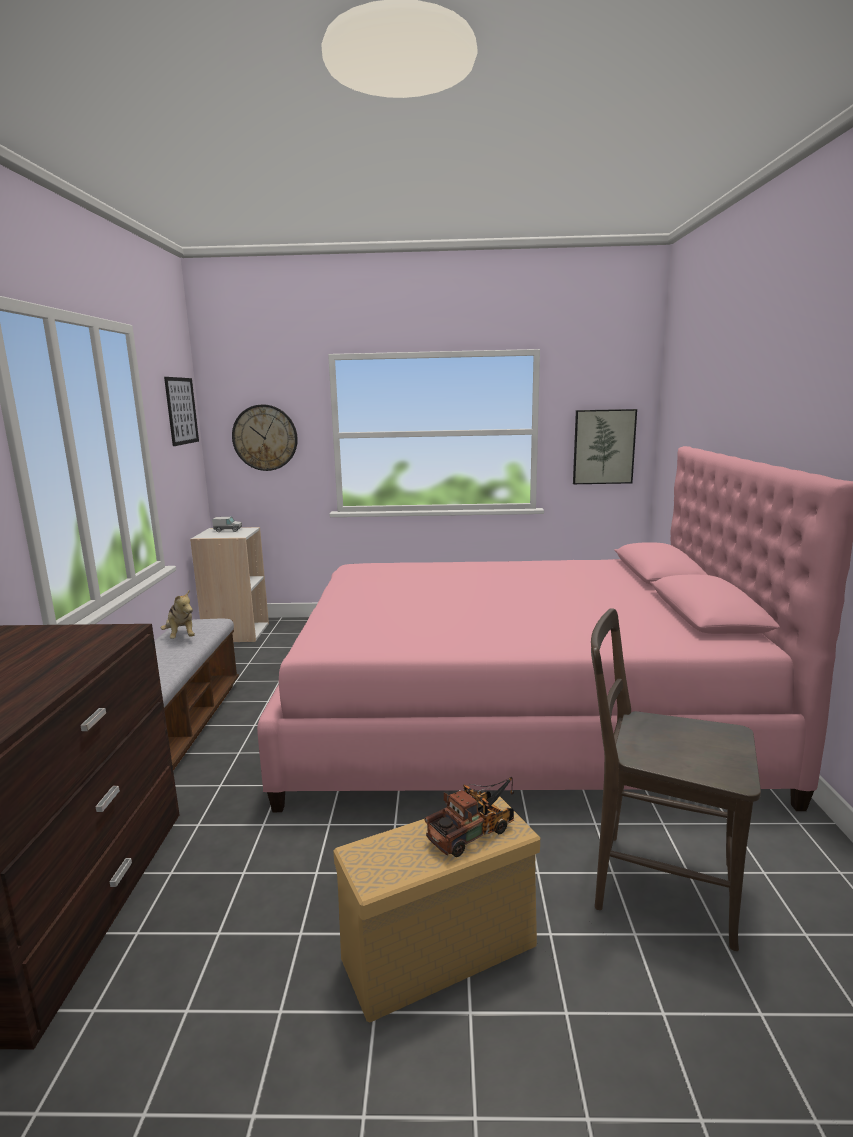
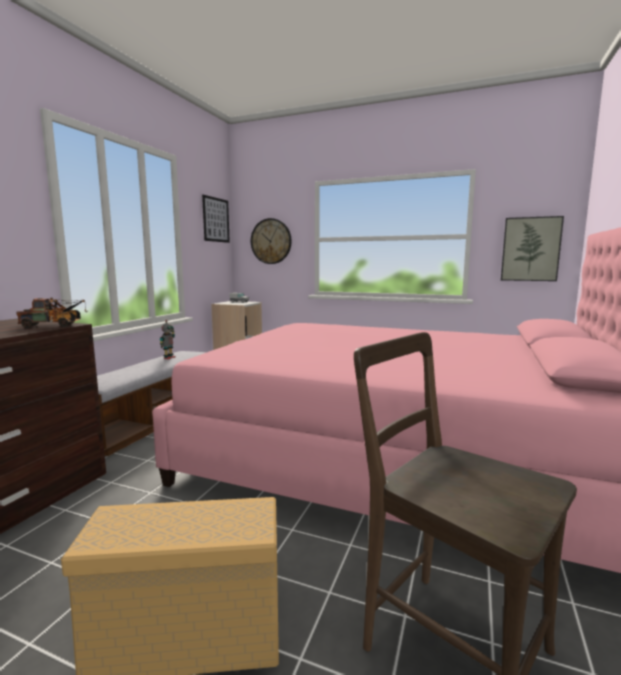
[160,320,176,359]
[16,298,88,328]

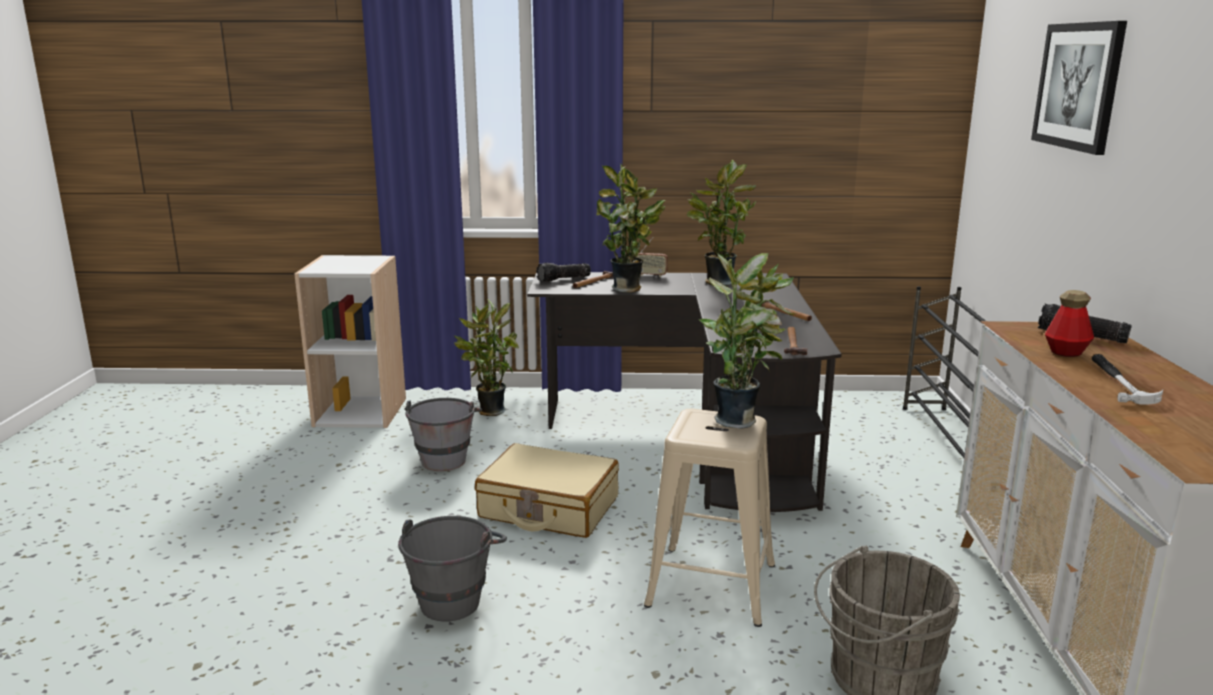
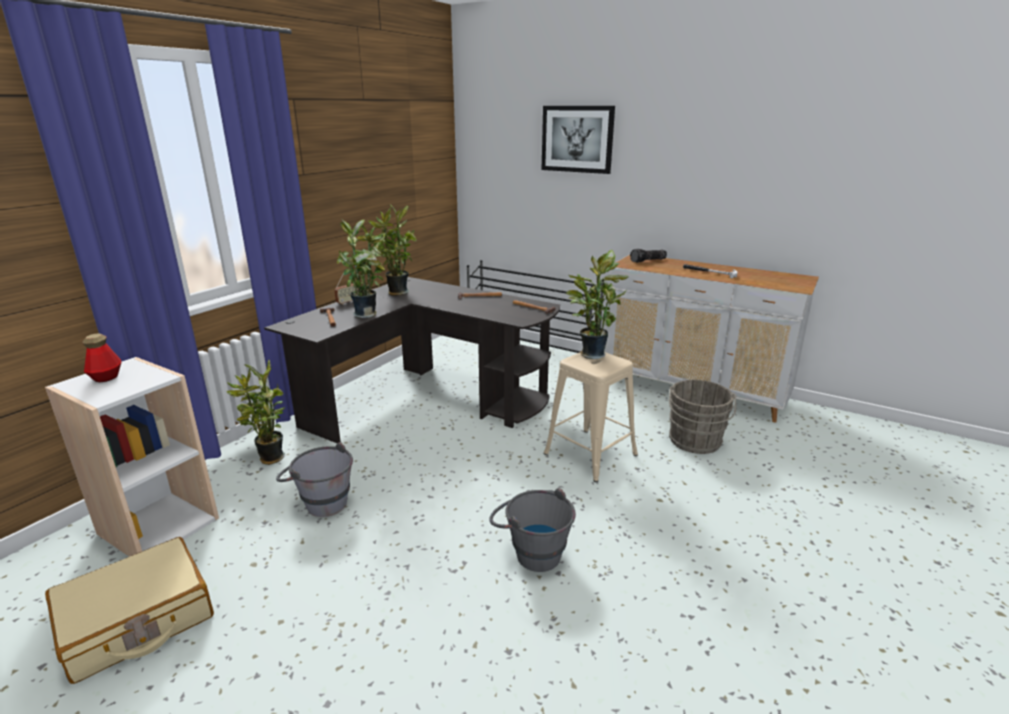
[45,537,214,684]
[536,263,591,282] (first image)
[82,333,121,382]

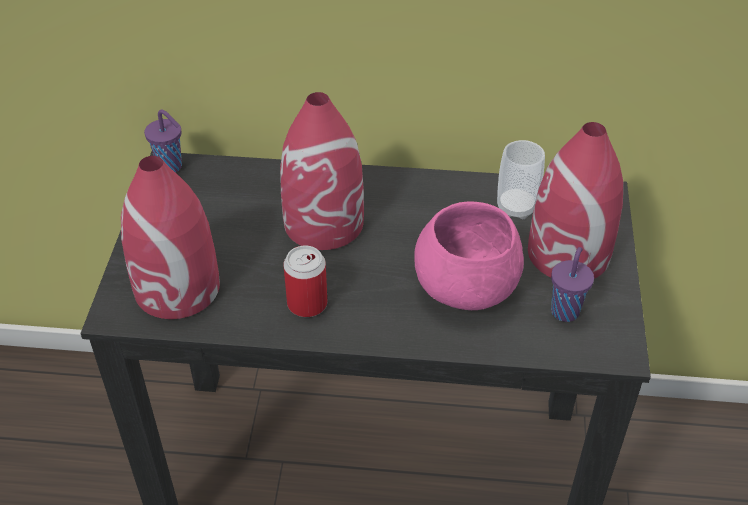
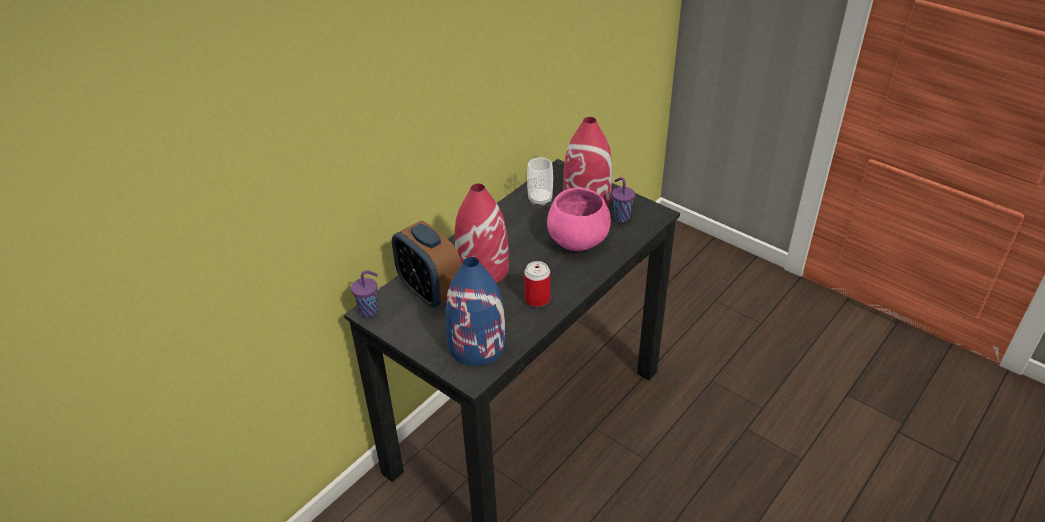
[446,257,506,366]
[392,221,462,308]

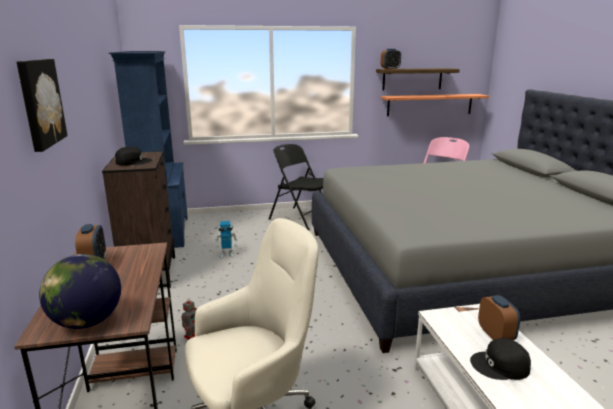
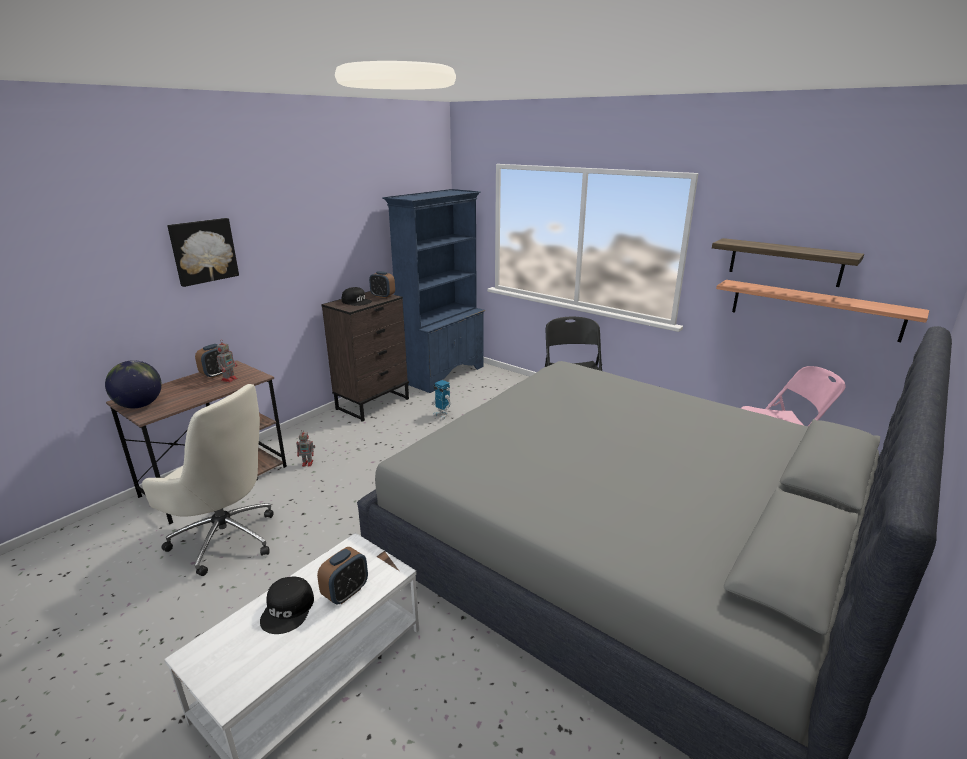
[369,271,395,298]
[260,577,314,634]
[217,339,238,382]

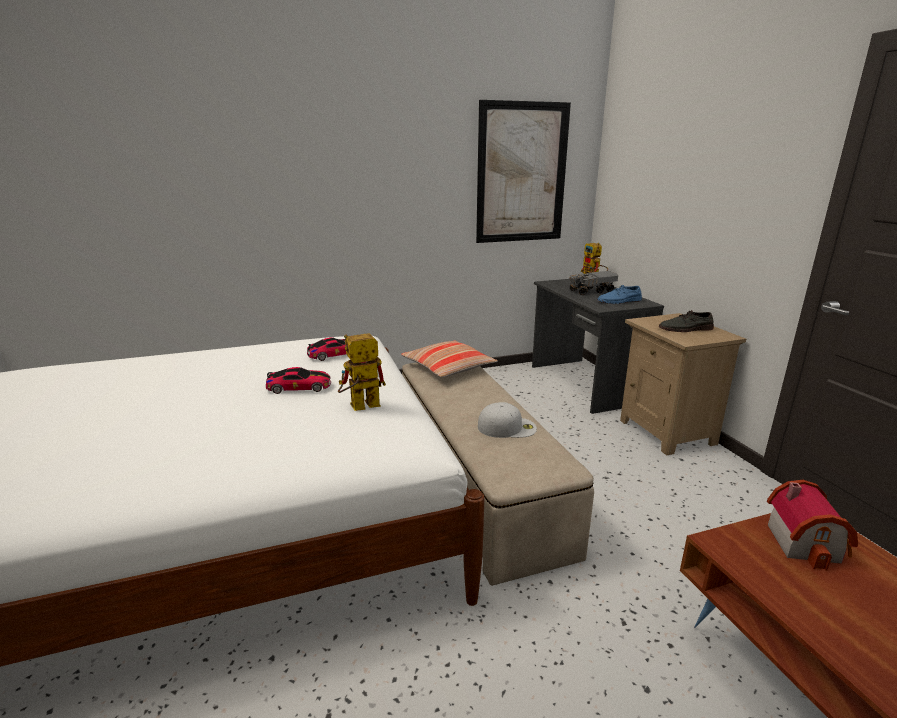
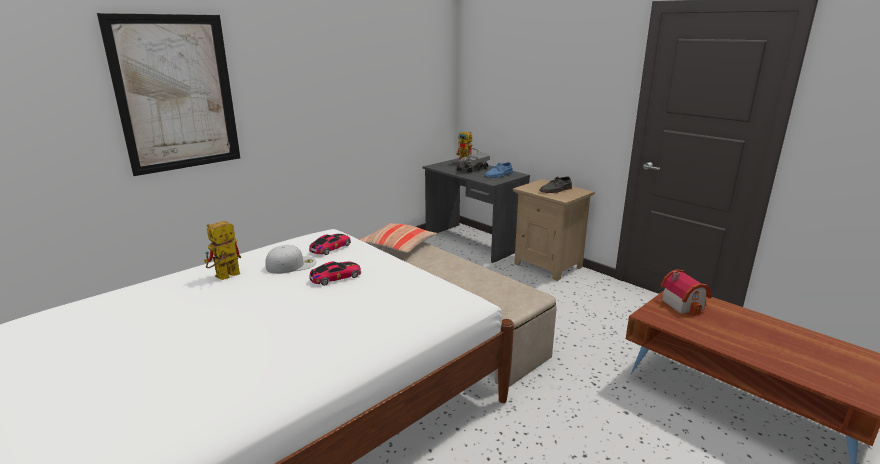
[204,221,241,280]
[97,13,240,176]
[265,245,316,274]

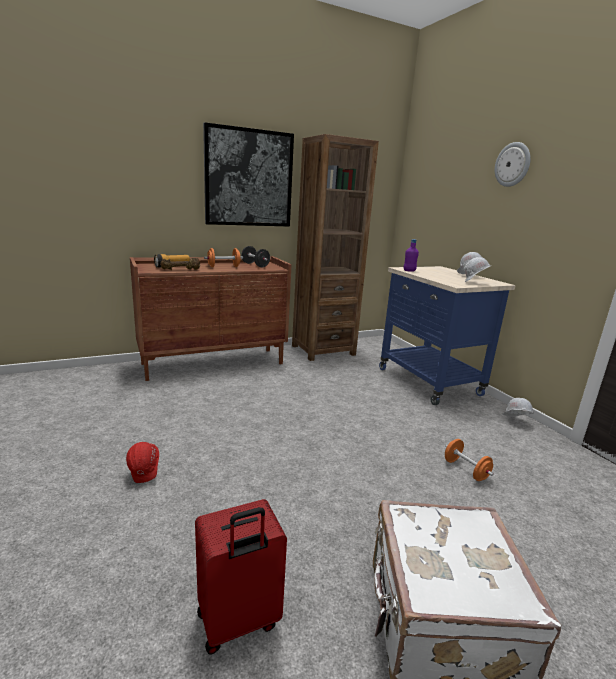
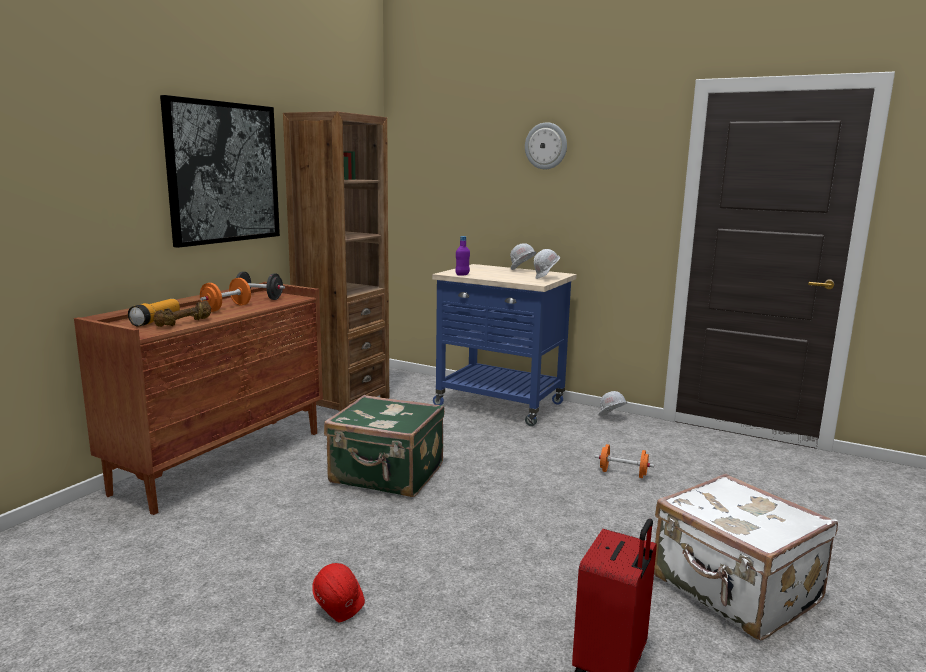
[324,395,445,497]

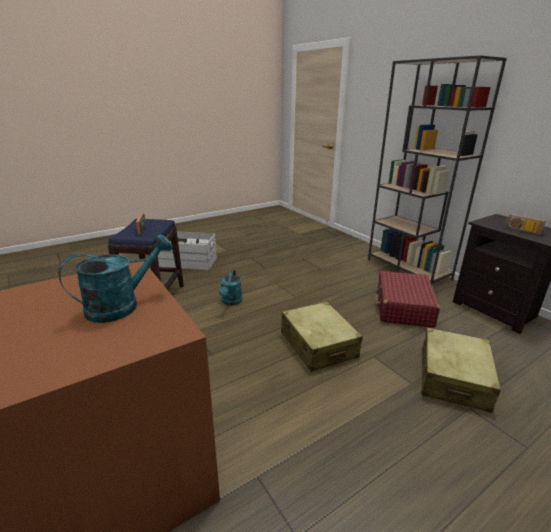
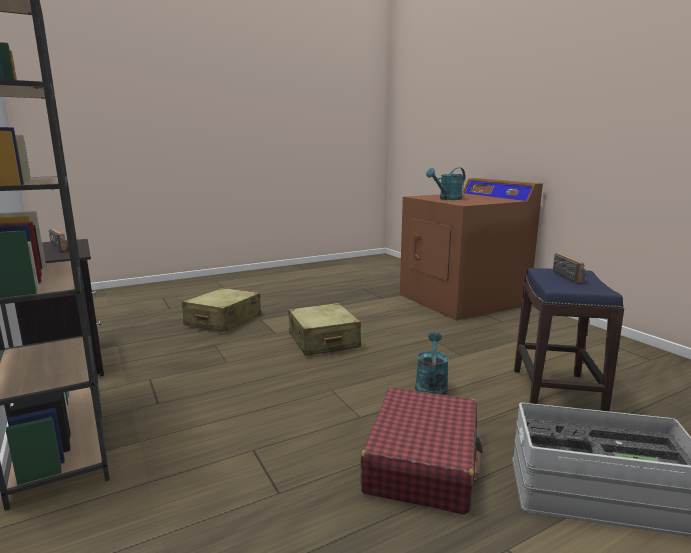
[361,388,483,515]

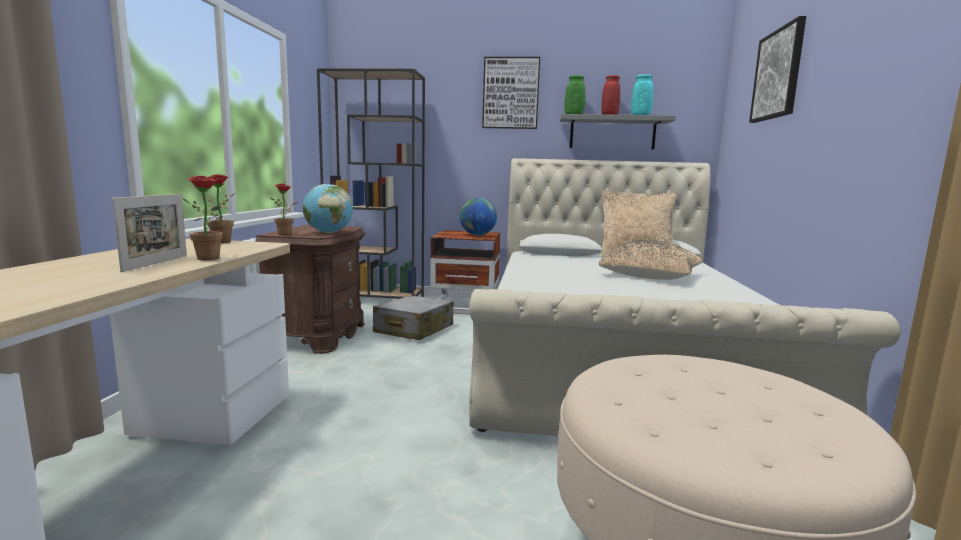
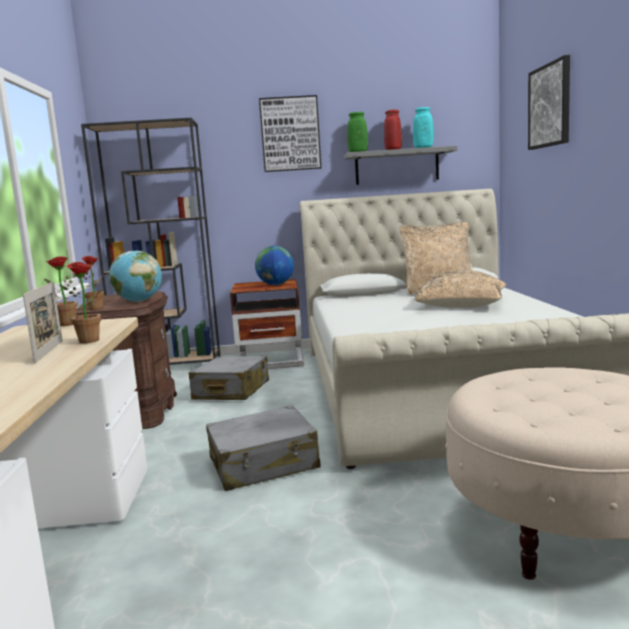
[206,405,321,491]

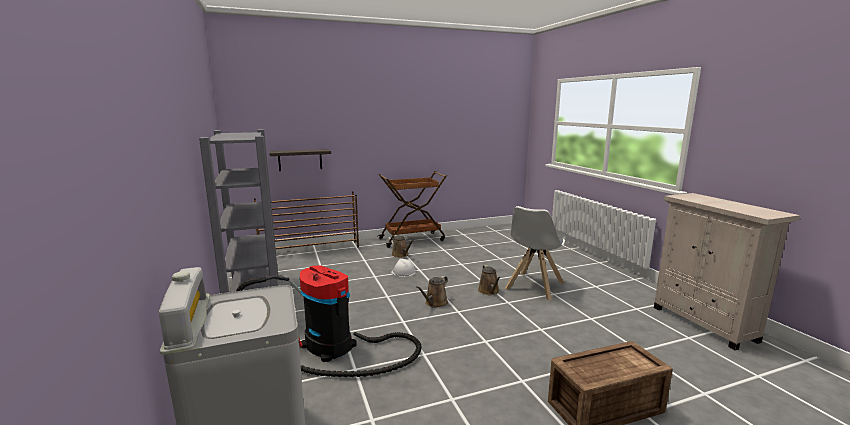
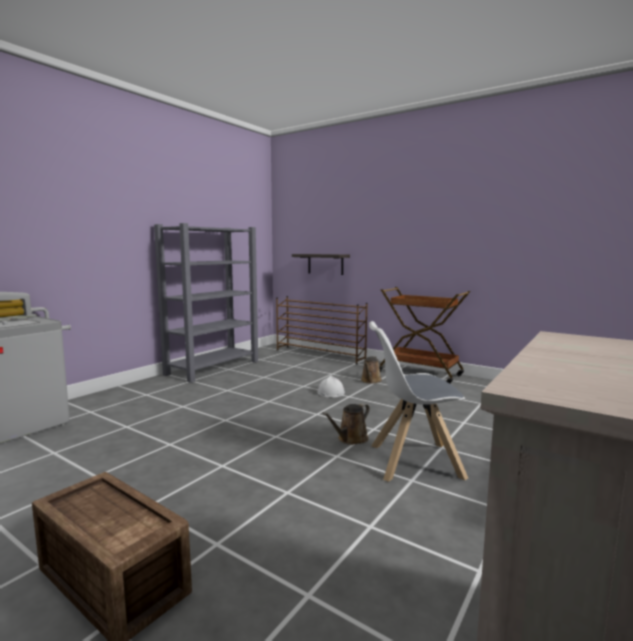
[236,265,421,377] (first image)
[416,276,448,308] (first image)

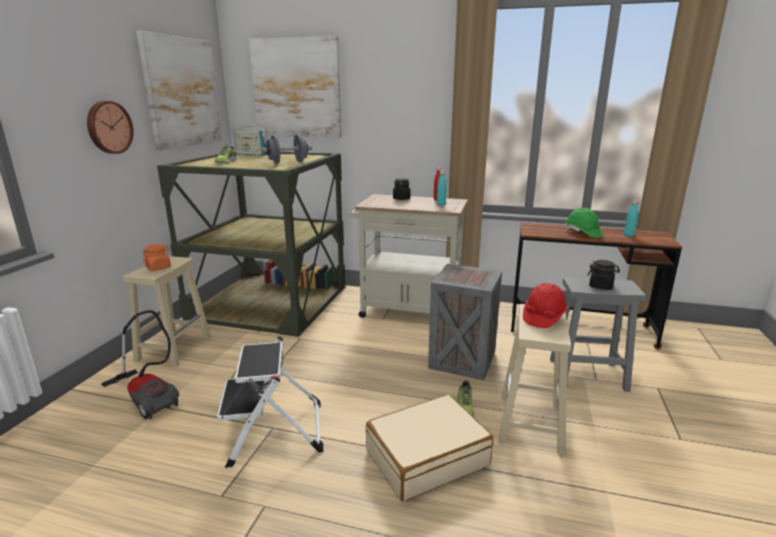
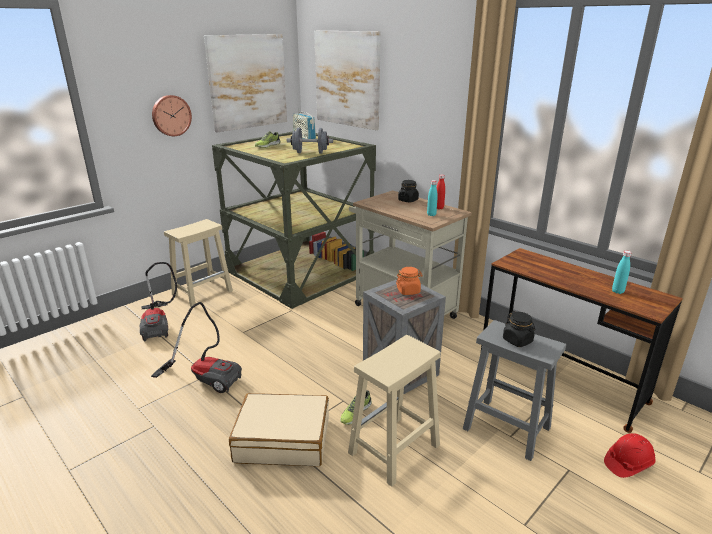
[396,267,423,295]
[151,302,242,393]
[604,433,656,478]
[565,208,603,238] (first image)

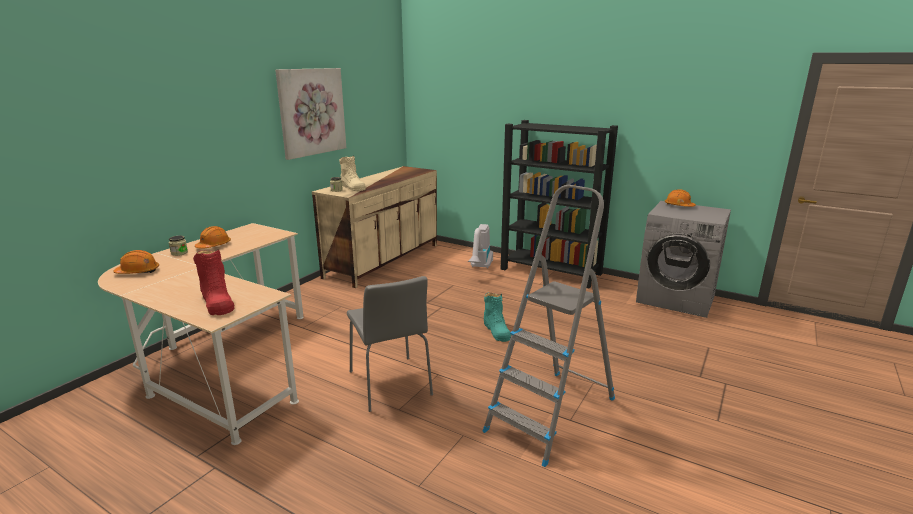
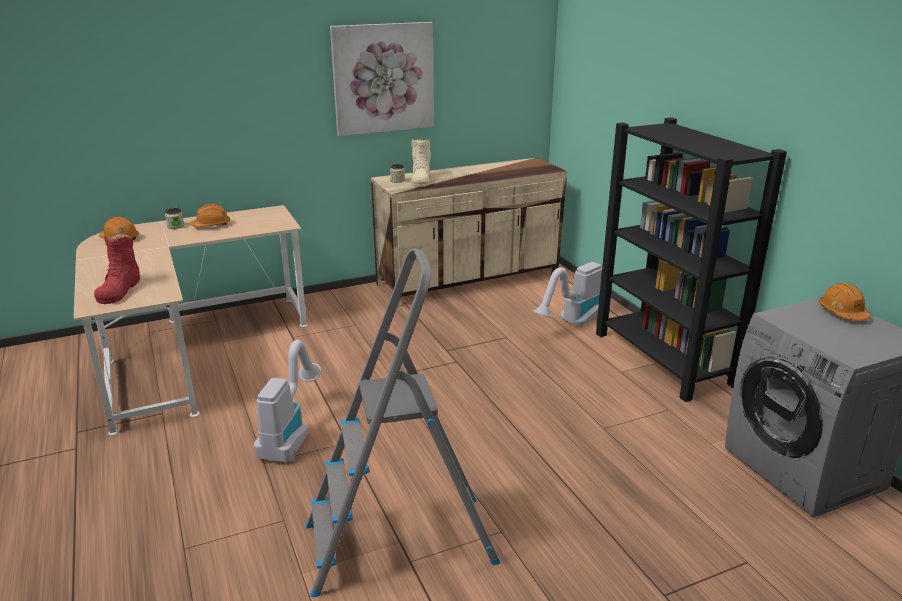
[254,340,321,462]
[484,292,511,342] (first image)

